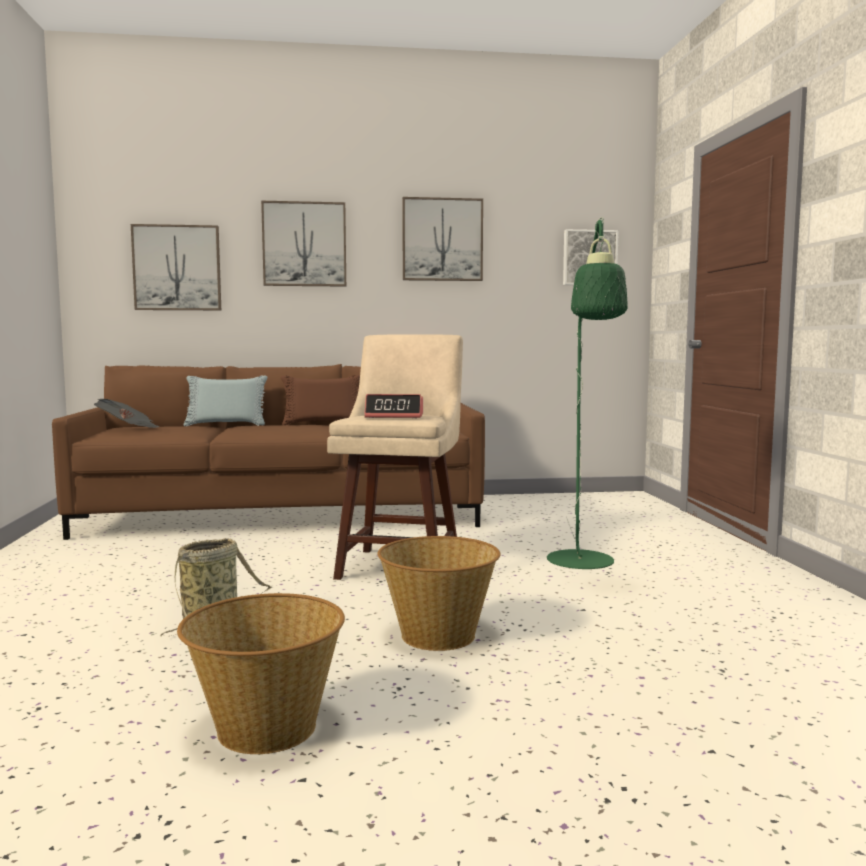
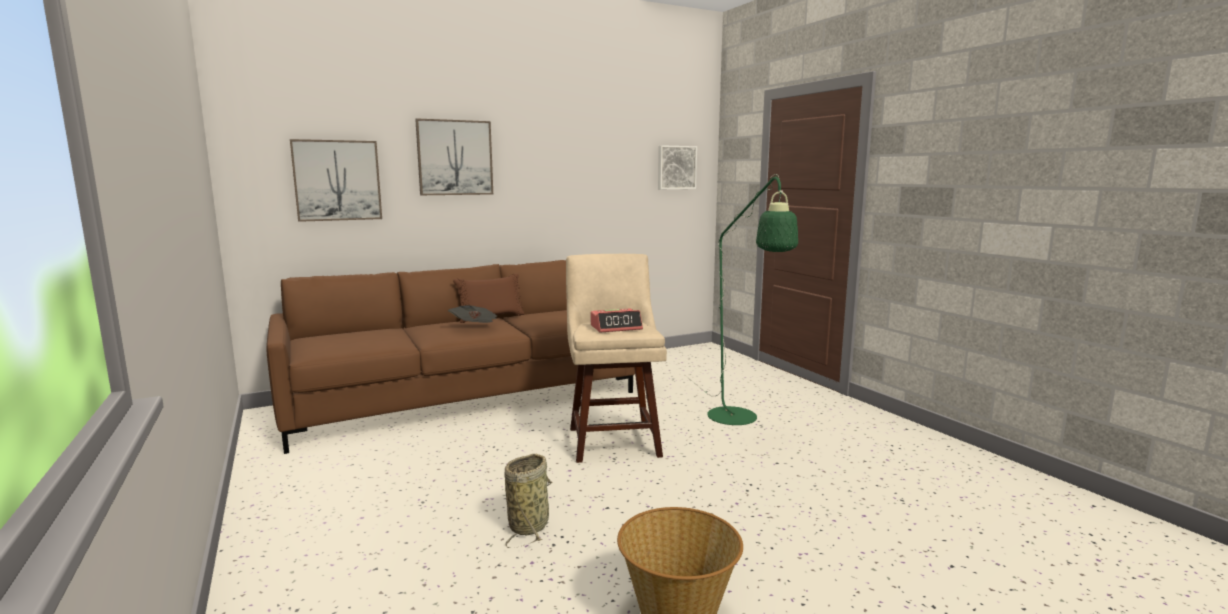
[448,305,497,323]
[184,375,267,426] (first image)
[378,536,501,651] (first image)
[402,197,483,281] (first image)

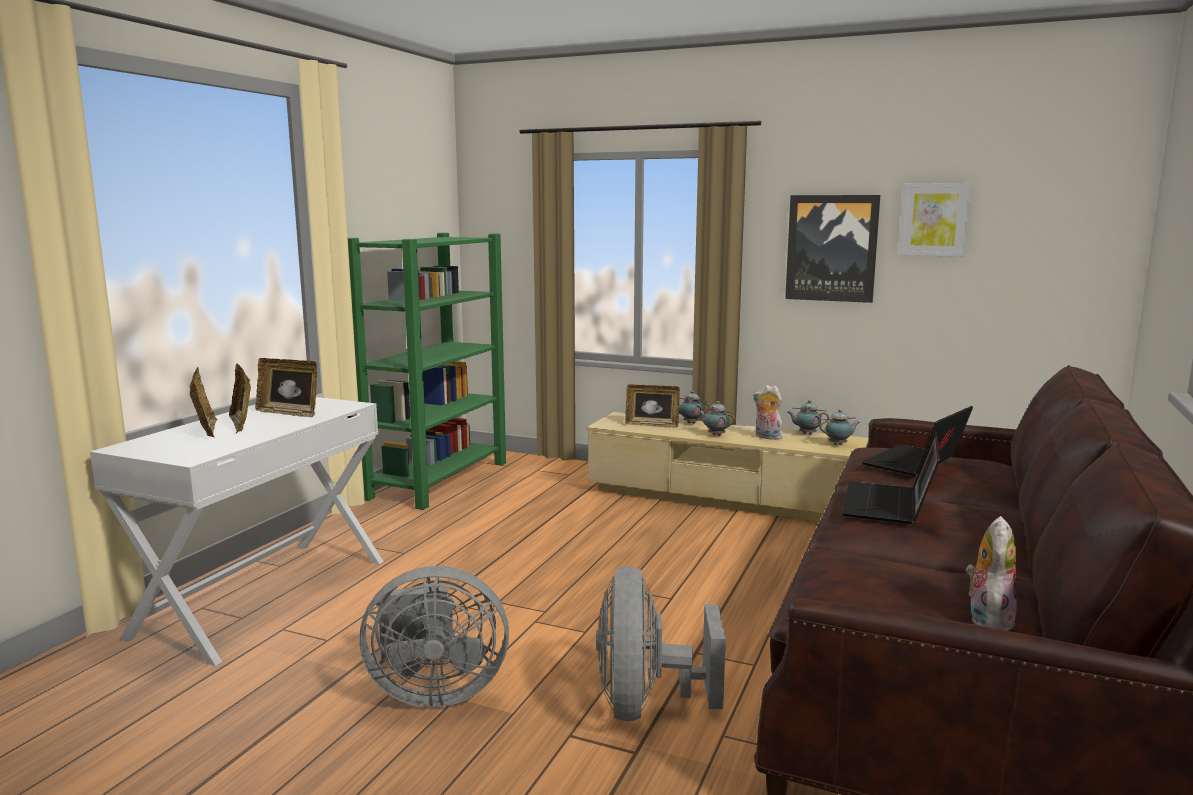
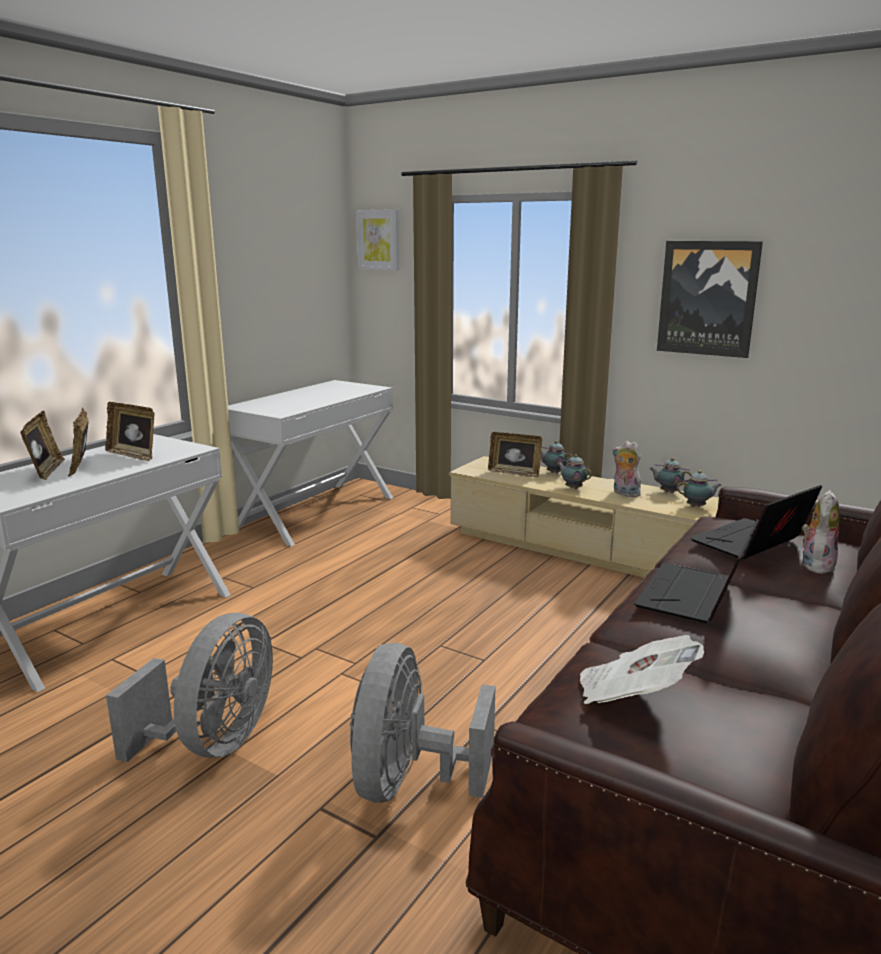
[228,380,393,546]
[106,613,273,762]
[356,209,399,270]
[802,490,840,574]
[580,635,704,704]

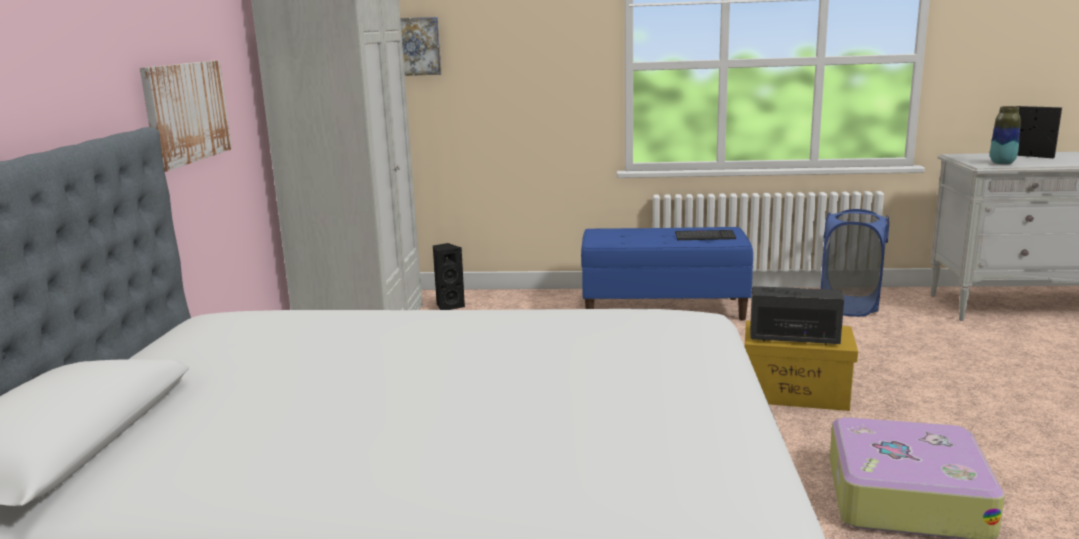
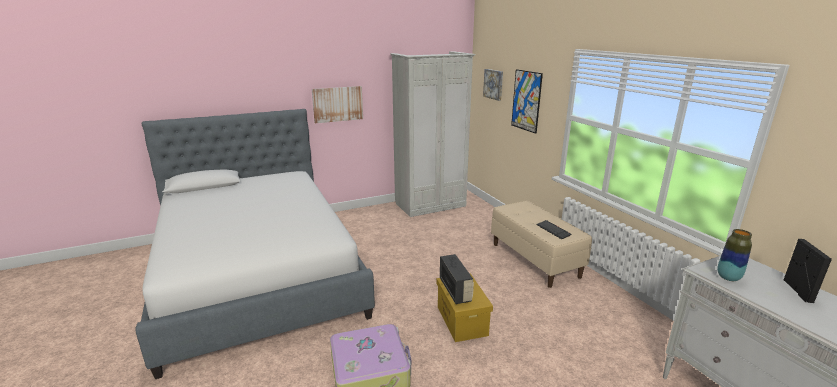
[433,243,465,310] (first image)
[491,201,592,288]
[821,209,889,317] (first image)
[511,69,543,134]

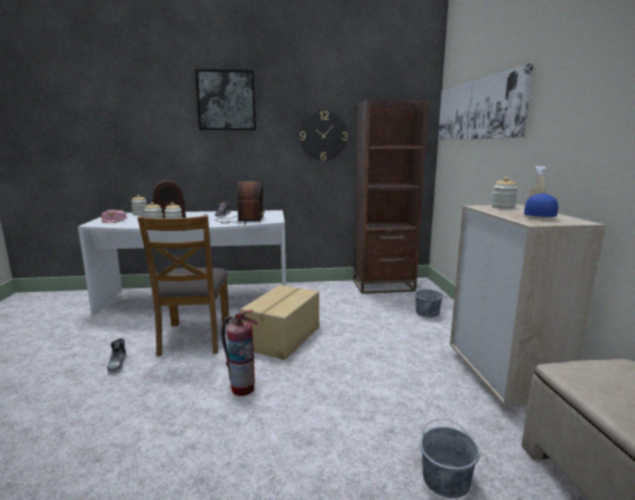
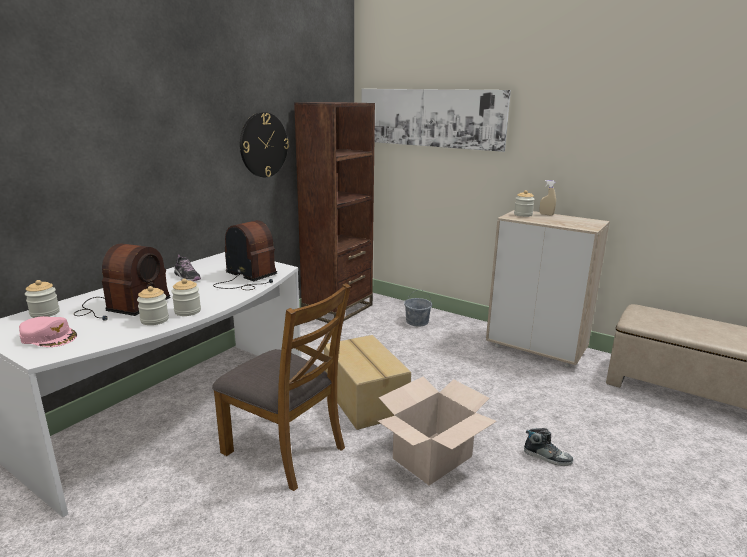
[524,428,573,466]
[195,69,256,130] (first image)
[378,377,497,485]
[420,419,480,498] (first image)
[524,193,558,217] (first image)

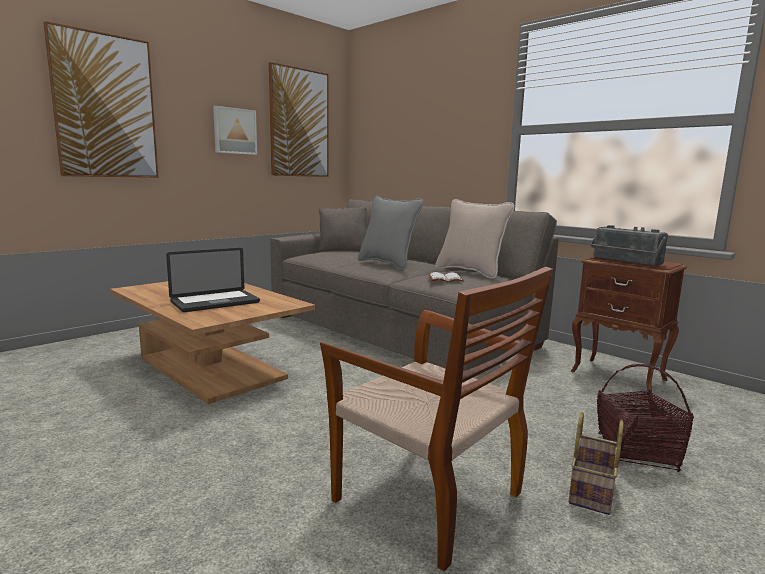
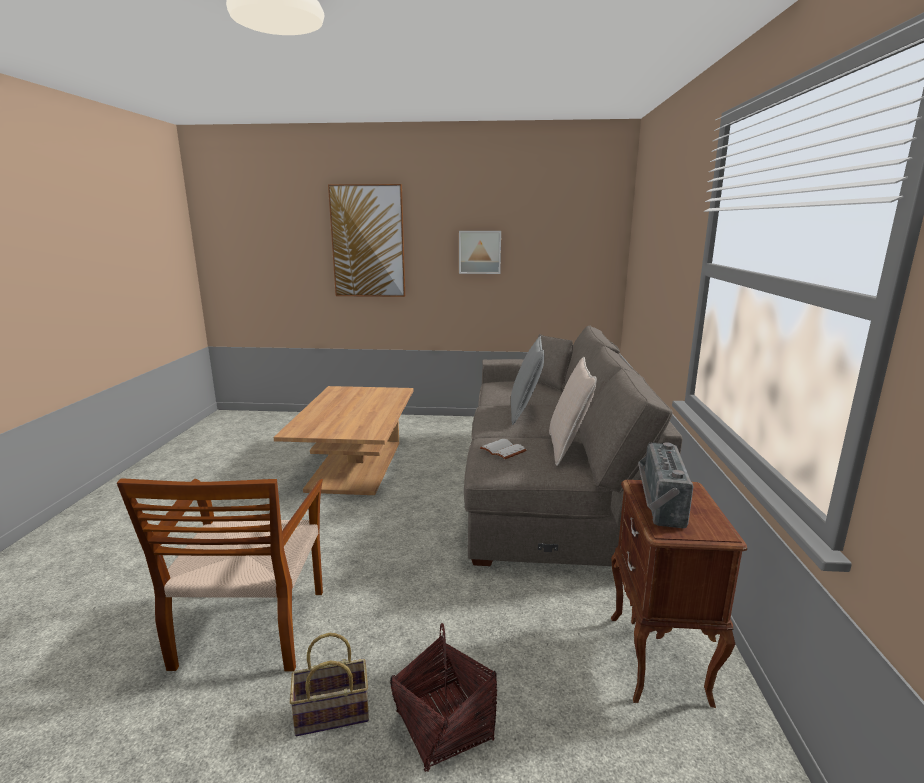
[166,248,260,312] (first image)
[269,62,329,177] (first image)

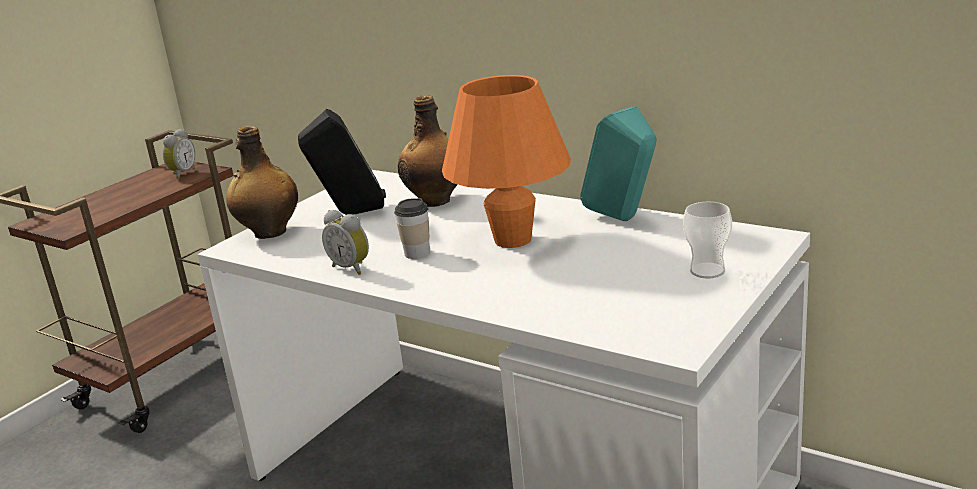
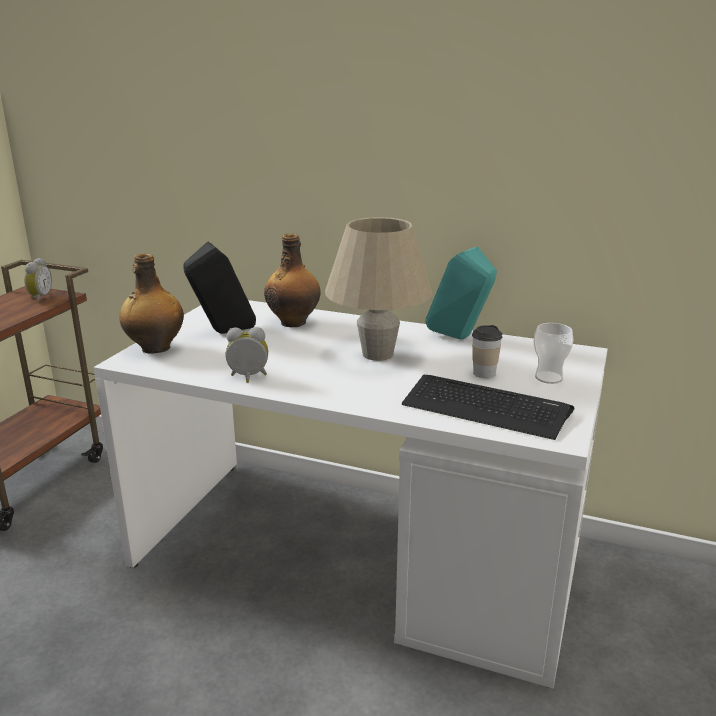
[226,327,268,383]
[472,325,502,378]
[325,217,433,361]
[402,375,574,440]

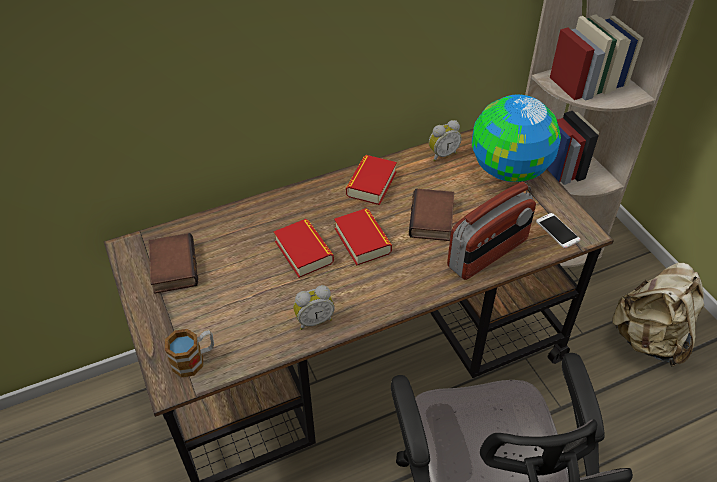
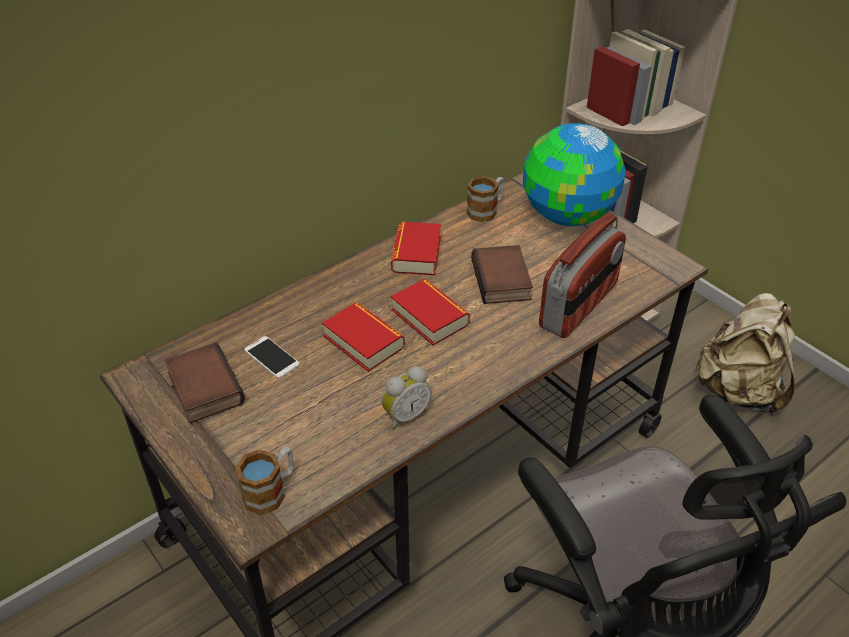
[466,176,504,222]
[244,336,300,379]

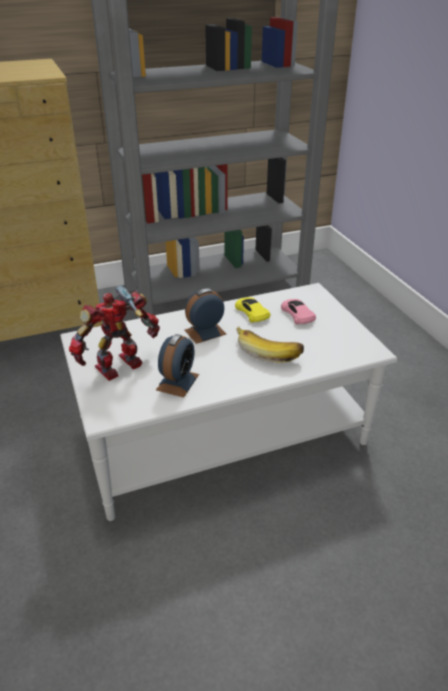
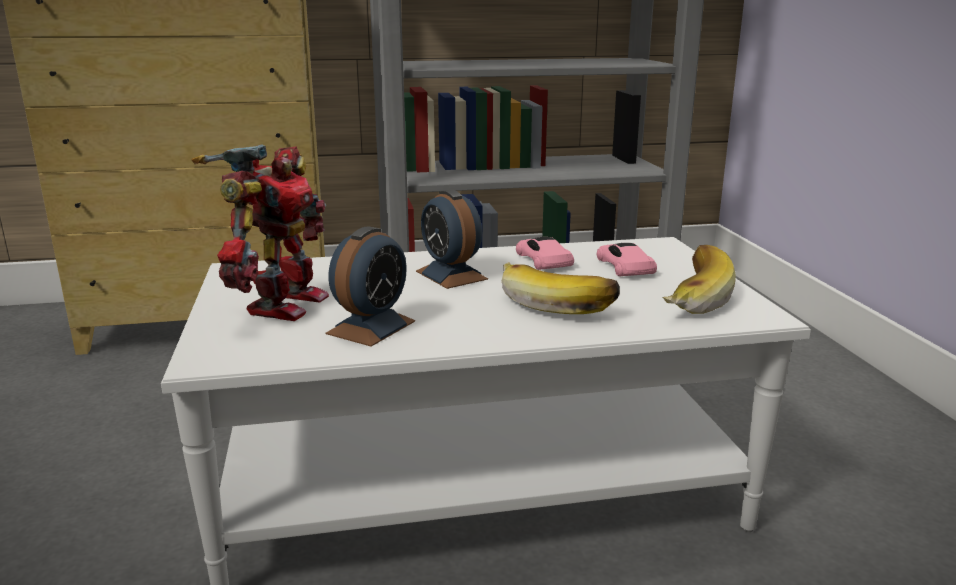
[192,144,329,321]
[416,190,488,289]
[516,237,574,270]
[663,245,736,314]

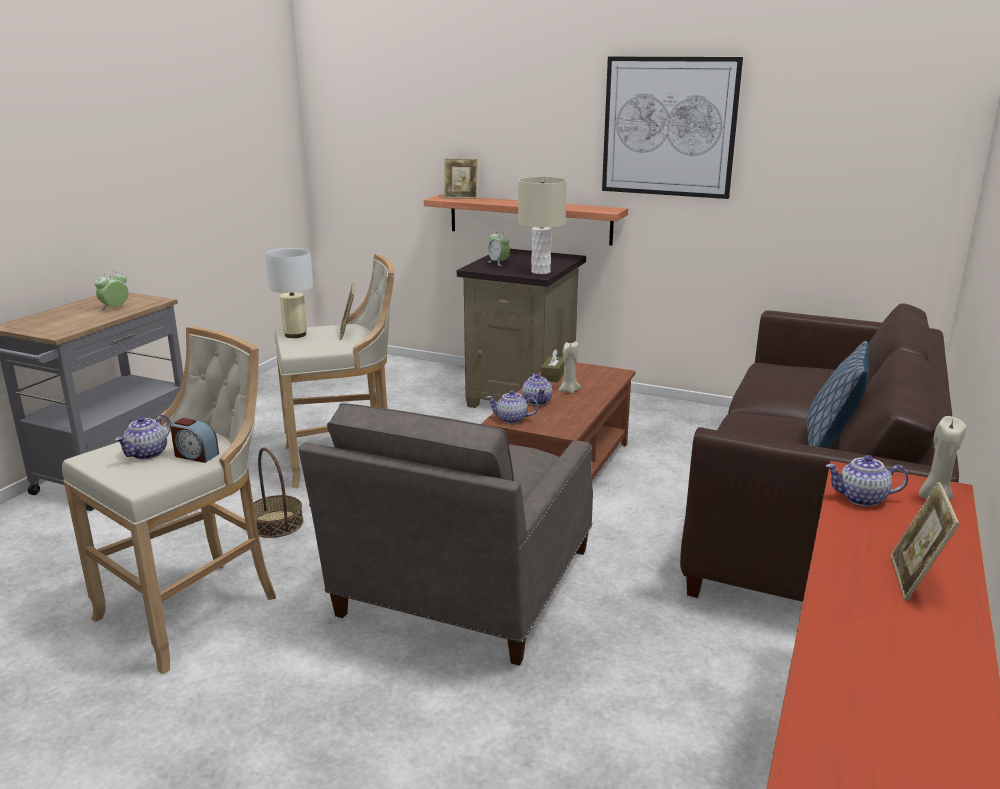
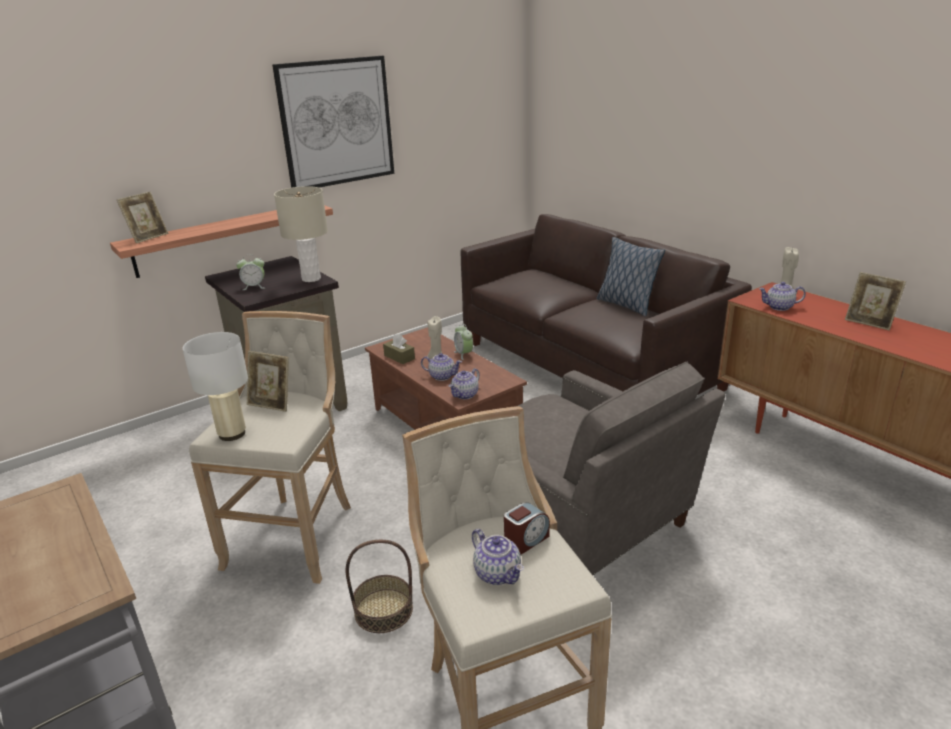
[454,324,473,360]
[759,282,806,311]

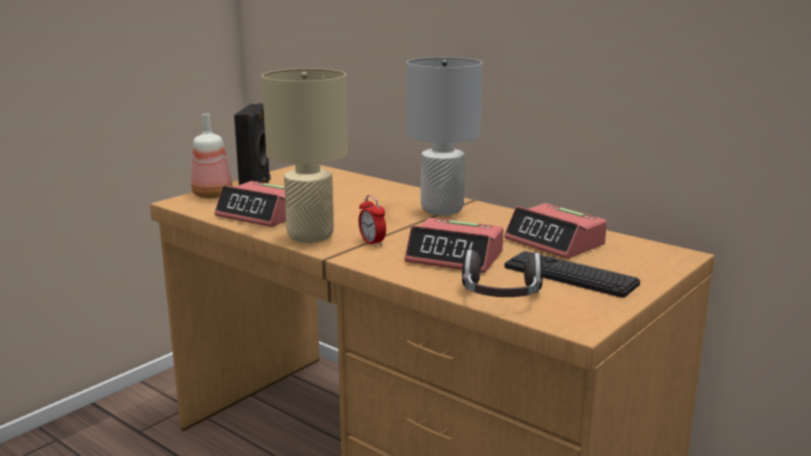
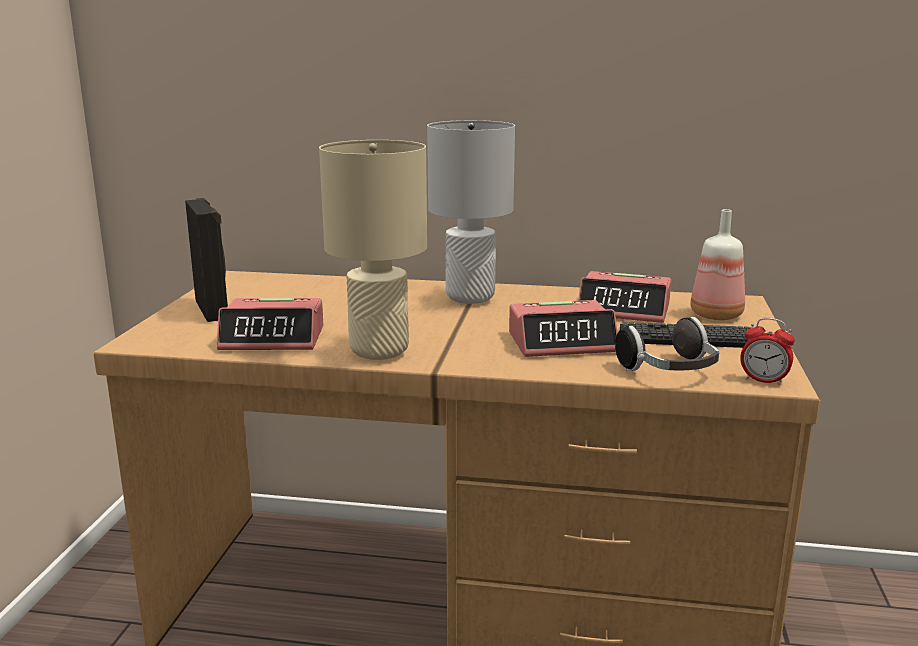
[690,209,745,320]
[740,318,795,385]

